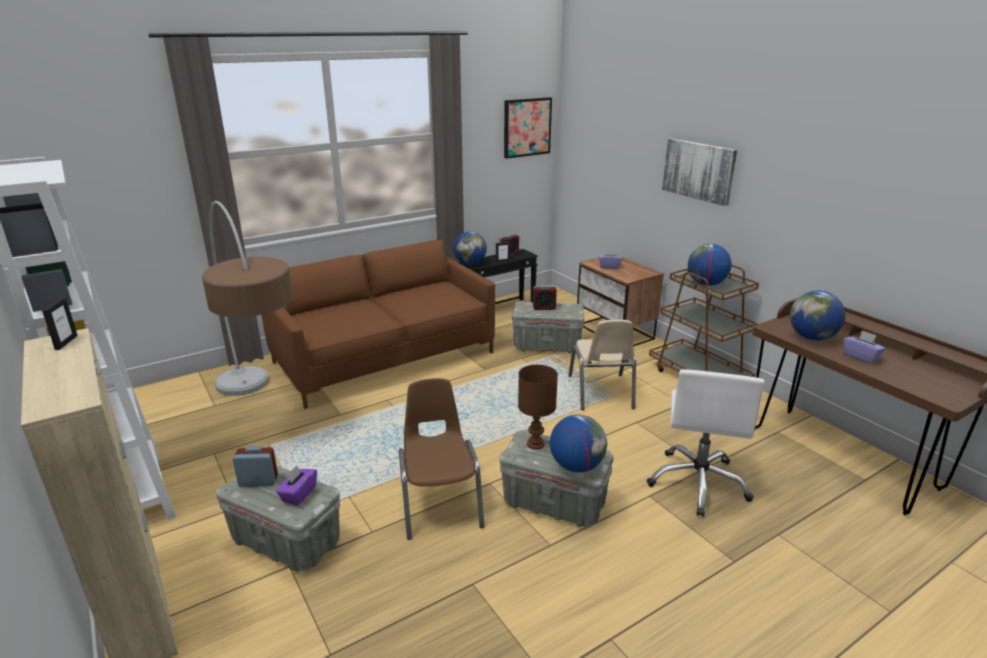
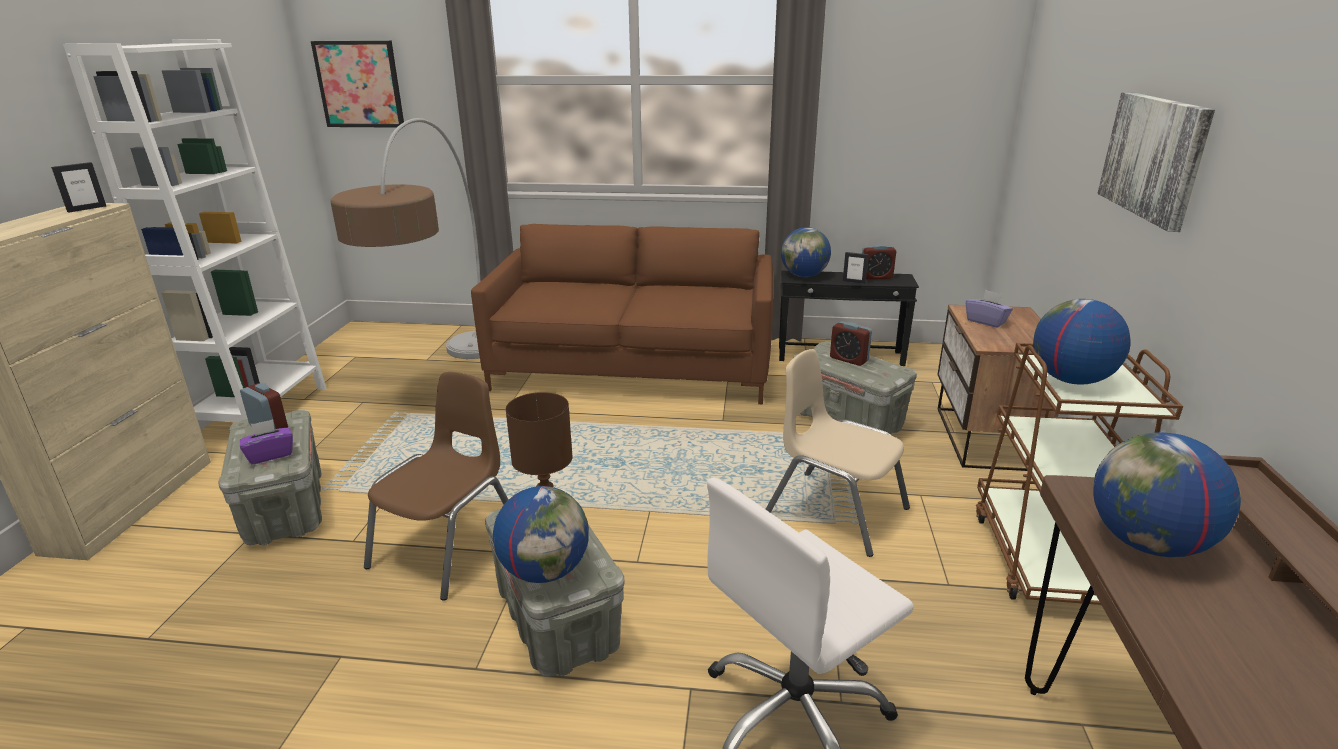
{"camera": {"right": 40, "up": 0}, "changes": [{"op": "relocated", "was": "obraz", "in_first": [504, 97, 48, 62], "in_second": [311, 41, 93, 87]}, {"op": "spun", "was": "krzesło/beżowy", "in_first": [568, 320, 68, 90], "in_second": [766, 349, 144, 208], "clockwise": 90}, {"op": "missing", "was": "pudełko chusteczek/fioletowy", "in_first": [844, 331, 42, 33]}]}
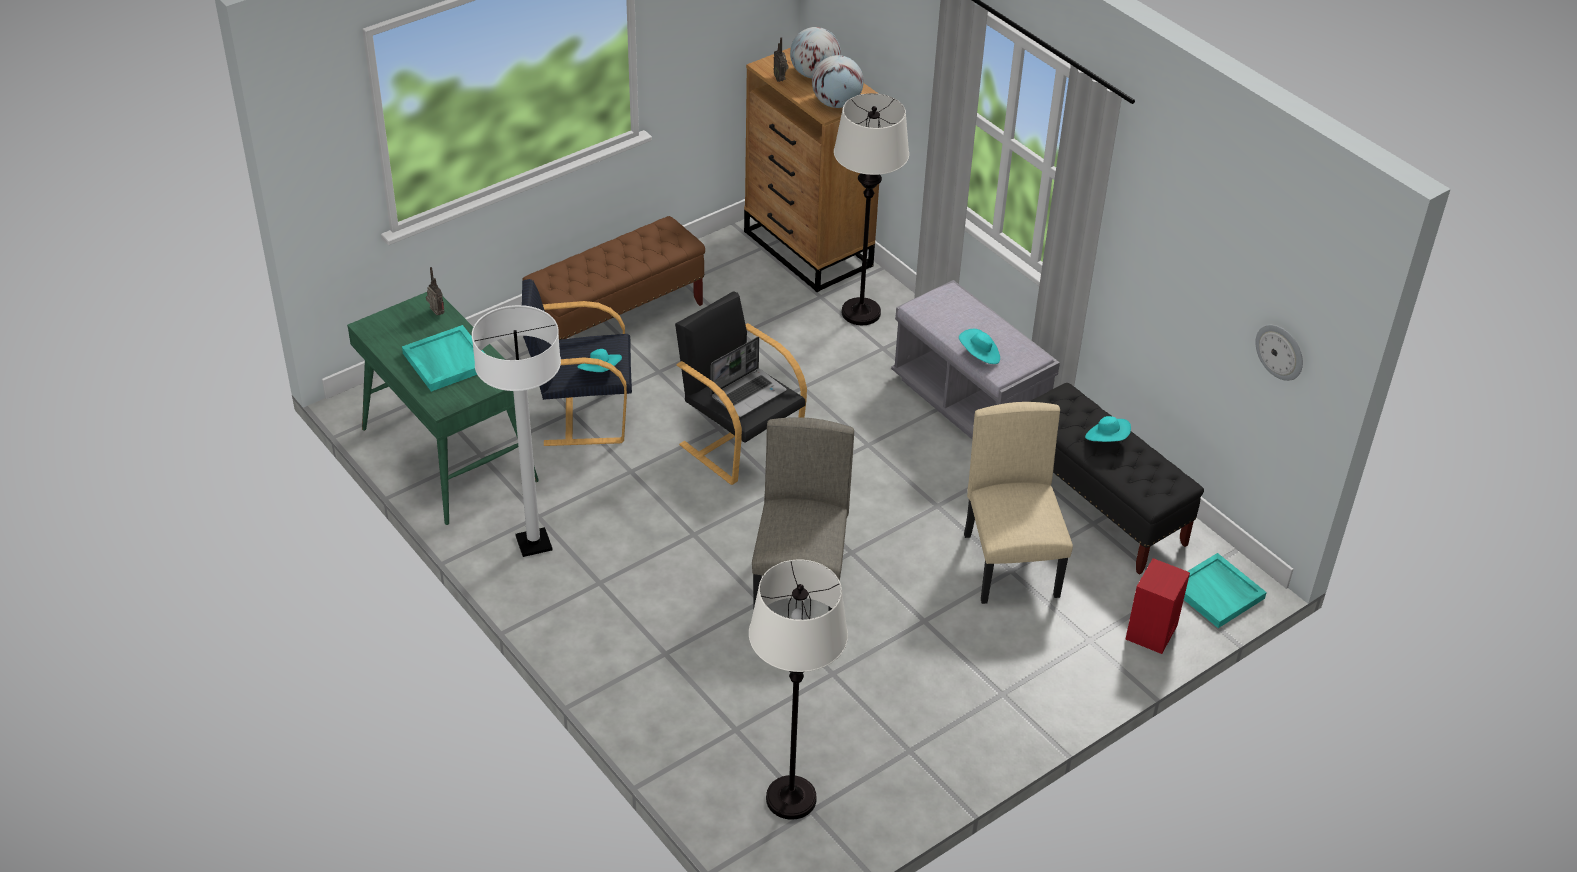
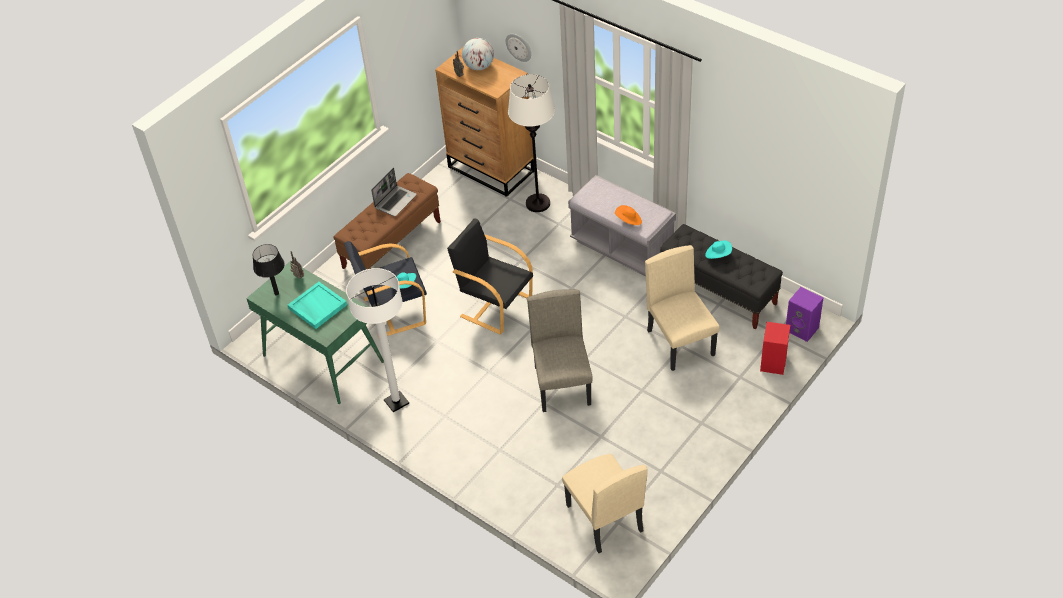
{"camera": {"right": -10, "up": 5}, "changes": [{"op": "missing", "was": "globus", "in_first": [812, 55, 52, 53]}, {"op": "relocated", "was": "zegar ścienny", "in_first": [1255, 325, 48, 56], "in_second": [506, 34, 25, 28]}, {"op": "colour", "was": "kapelusz/turkusowy", "now": "kapelusz/pomarańczowy", "in_first": [959, 329, 41, 35], "in_second": [615, 205, 27, 20]}, {"op": "relocated", "was": "laptop", "in_first": [711, 337, 76, 80], "in_second": [371, 168, 46, 49]}, {"op": "exchanged", "was": "taca/turkusowy", "now": "głośnik/fioletowy", "in_first": [1184, 553, 83, 75], "in_second": [786, 287, 37, 55]}, {"op": "exchanged", "was": "lampa stojąca/biały", "now": "krzesło/beżowy", "in_first": [749, 559, 99, 261], "in_second": [562, 454, 86, 99]}, {"op": "appeared", "now": "lampa stołowa/czarny", "in_second": [253, 244, 32, 52]}]}
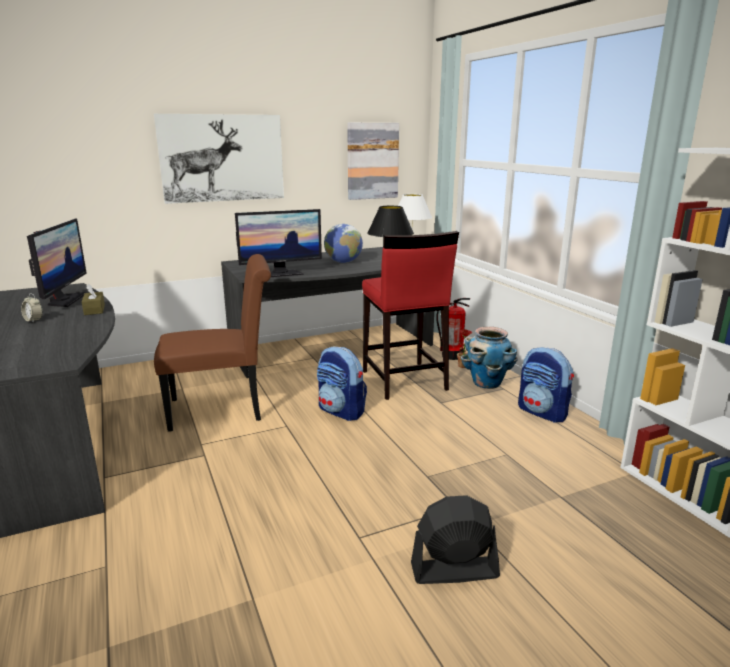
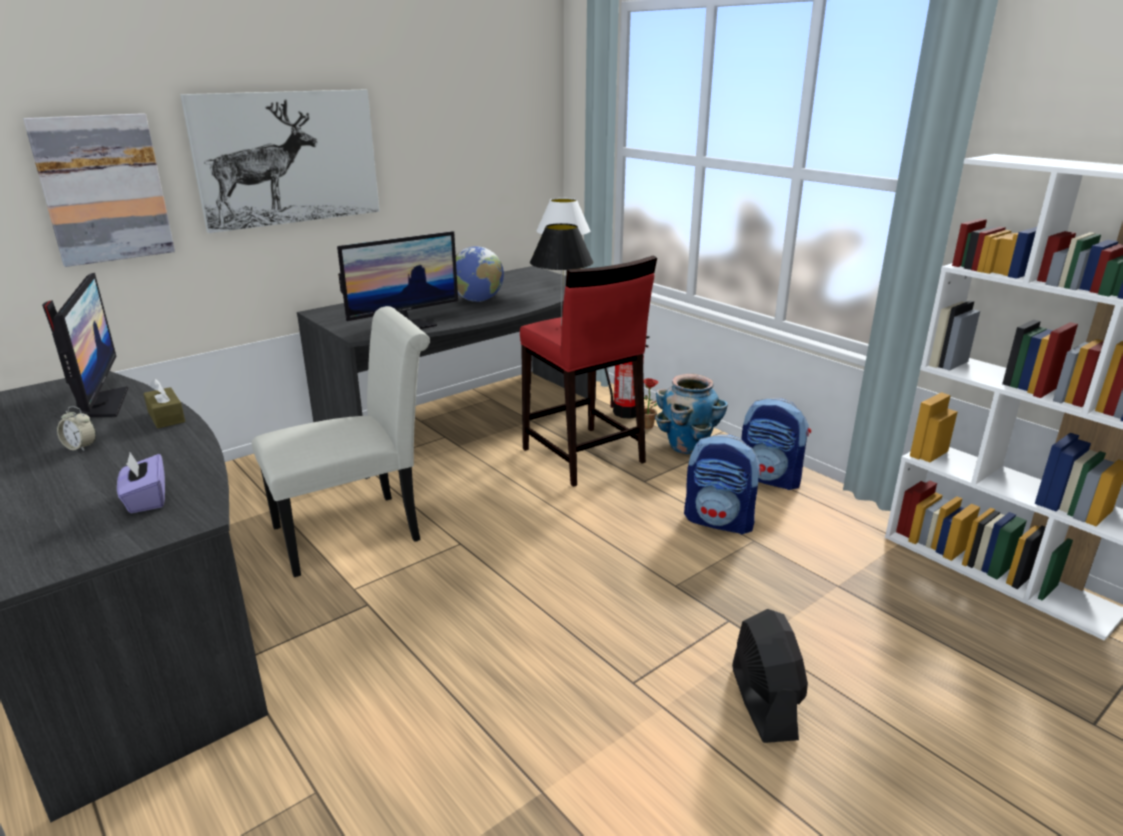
{"camera": {"right": -15, "up": 5}, "changes": [{"op": "relocated", "was": "obraz", "in_first": [347, 123, 52, 77], "in_second": [23, 113, 152, 154]}, {"op": "colour", "was": "krzesło/brązowy", "now": "krzesło/biały", "in_first": [154, 254, 117, 178], "in_second": [252, 306, 178, 271]}, {"op": "relocated", "was": "plecak", "in_first": [317, 346, 50, 75], "in_second": [684, 435, 79, 99]}, {"op": "spun", "was": "wentylator/czarny", "in_first": [411, 495, 89, 89], "in_second": [732, 609, 76, 134], "clockwise": 105}, {"op": "appeared", "now": "pudełko chusteczek/fioletowy", "in_second": [117, 453, 48, 60]}]}
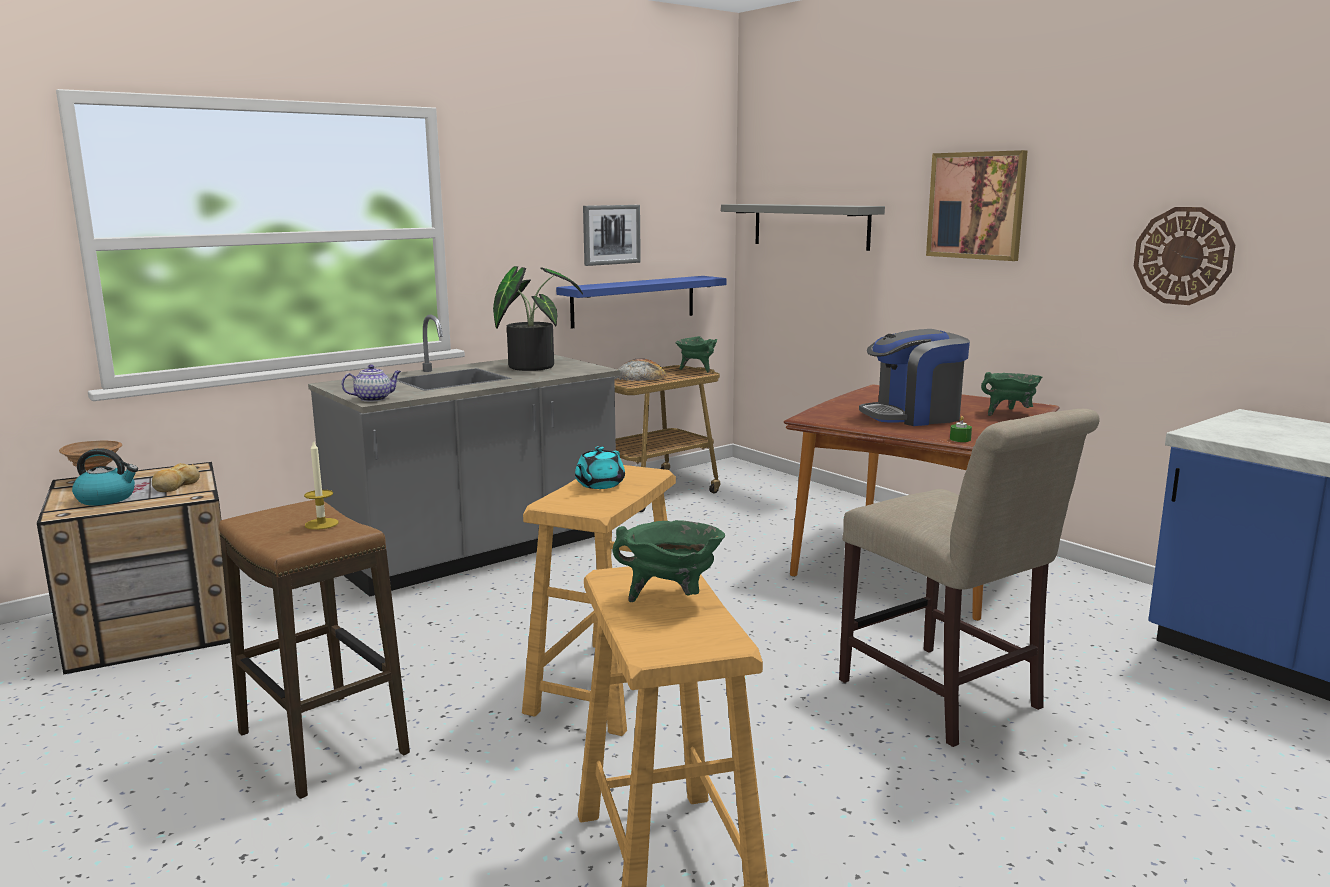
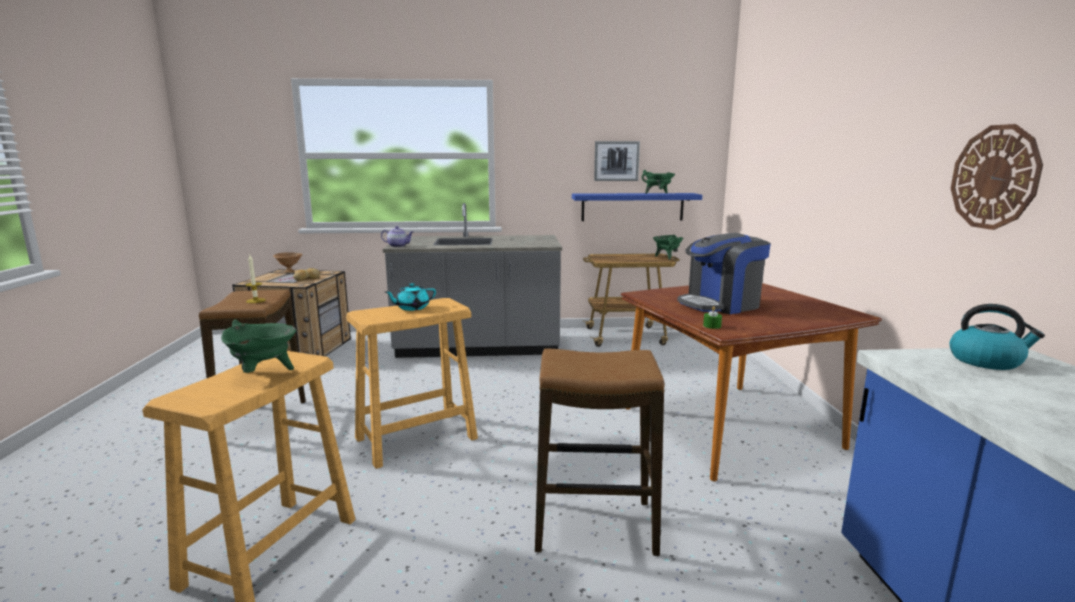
{"camera": {"right": 35, "up": 0}, "changes": [{"op": "missing", "was": "obraz", "in_first": [926, 150, 102, 111]}, {"op": "missing", "was": "półka/szary", "in_first": [721, 204, 164, 47]}, {"op": "missing", "was": "roślina doniczkowa", "in_first": [493, 266, 90, 105]}, {"op": "spun", "was": "ekspres do kawy", "in_first": [859, 329, 111, 97], "in_second": [677, 233, 94, 81], "clockwise": -45}, {"op": "missing", "was": "chleb", "in_first": [614, 359, 52, 22]}, {"op": "relocated", "was": "garnek/zielony", "in_first": [981, 372, 61, 44], "in_second": [642, 170, 33, 24]}, {"op": "exchanged", "was": "krzesło/beżowy", "now": "stołek", "in_first": [839, 409, 261, 338], "in_second": [535, 349, 130, 207]}, {"op": "relocated", "was": "czajnik", "in_first": [72, 448, 66, 58], "in_second": [950, 304, 95, 66]}]}
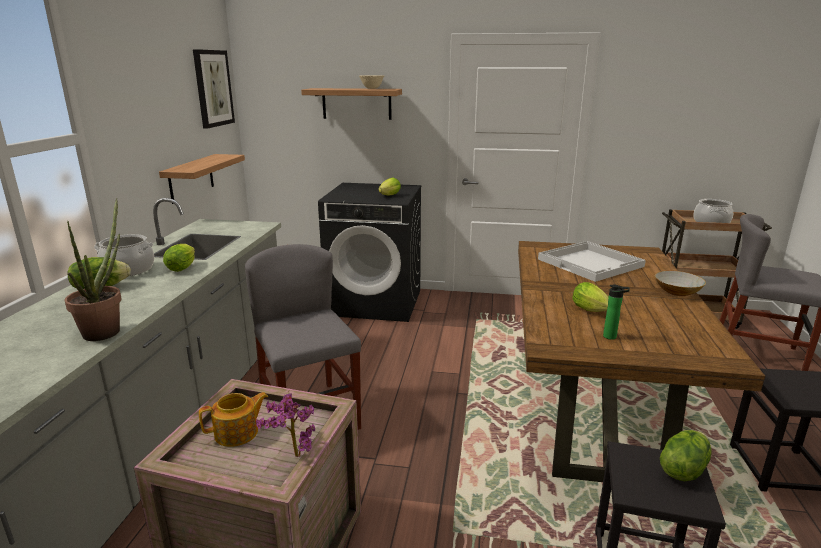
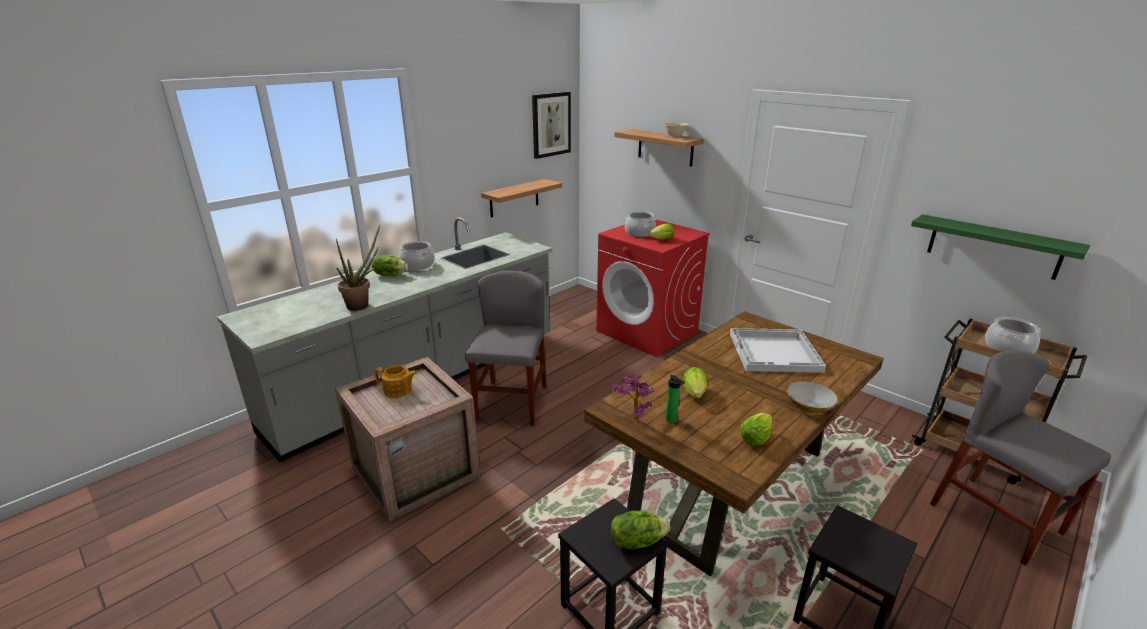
{"camera": {"right": 35, "up": 5}, "changes": [{"op": "colour", "was": "pralka/czarny", "now": "pralka/czerwony", "in_first": [318, 183, 103, 139], "in_second": [596, 219, 114, 138]}, {"op": "relocated", "was": "sałata", "in_first": [163, 244, 32, 28], "in_second": [740, 413, 32, 33]}, {"op": "relocated", "was": "roślina doniczkowa", "in_first": [256, 394, 59, 63], "in_second": [612, 374, 42, 47]}, {"op": "appeared", "now": "garnek", "in_second": [625, 211, 31, 26]}, {"op": "appeared", "now": "półka/zielony", "in_second": [911, 214, 179, 66]}]}
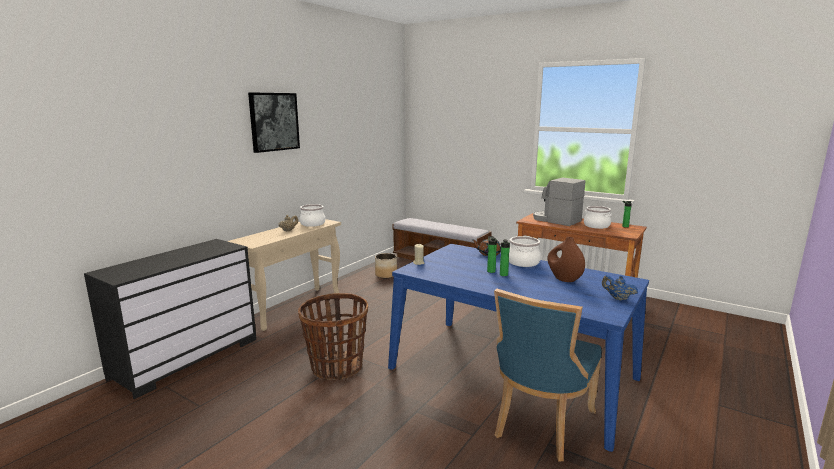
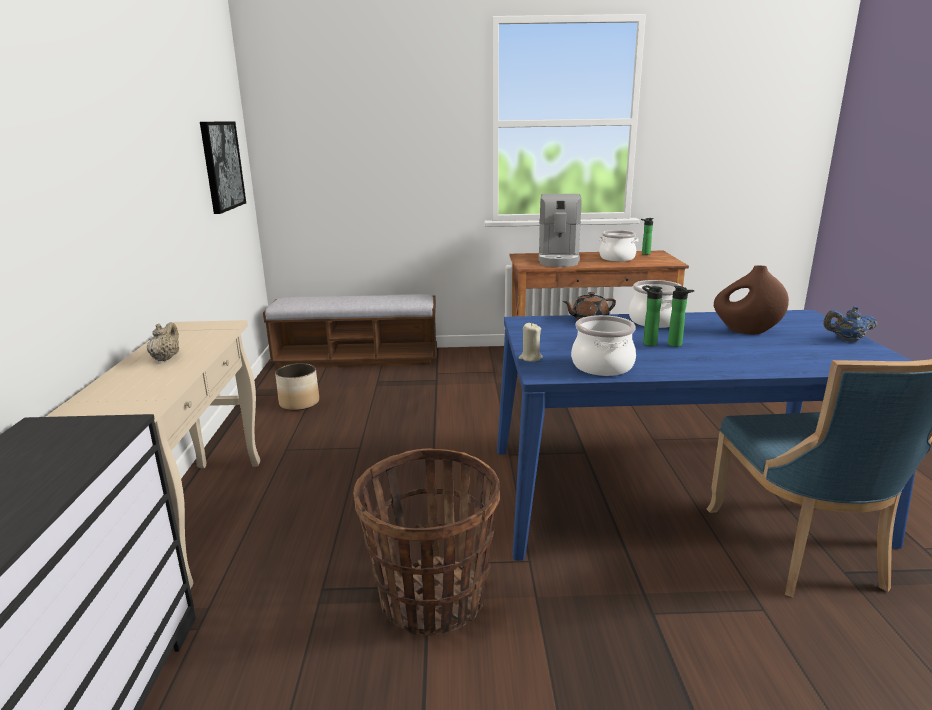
{"camera": {"right": -35, "up": 5}, "changes": [{"op": "relocated", "was": "obraz", "in_first": [248, 92, 52, 61], "in_second": [200, 122, 46, 92]}, {"op": "spun", "was": "ekspres do kawy", "in_first": [533, 178, 52, 48], "in_second": [539, 194, 43, 73], "clockwise": -90}, {"op": "relocated", "was": "garnek", "in_first": [300, 204, 25, 23], "in_second": [571, 315, 65, 61]}]}
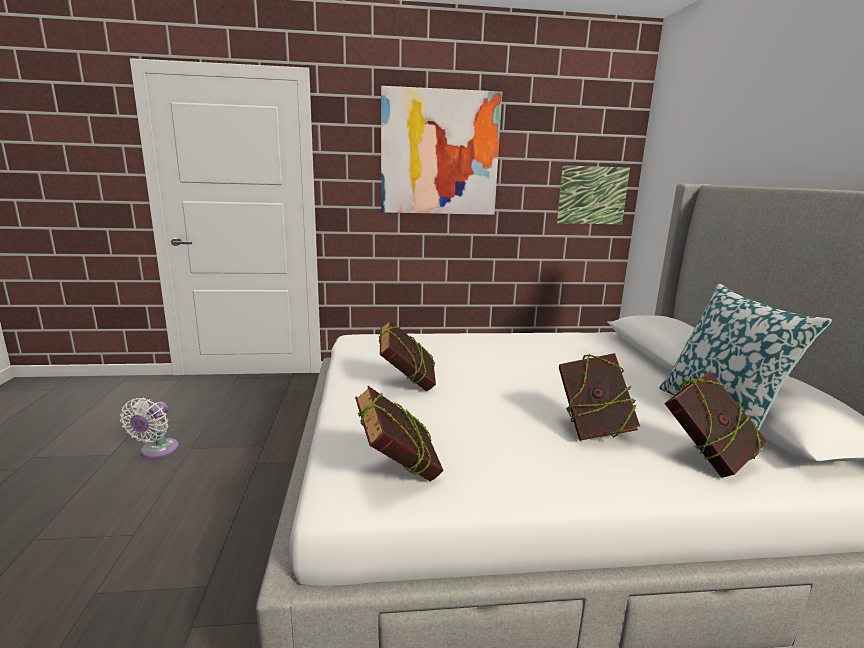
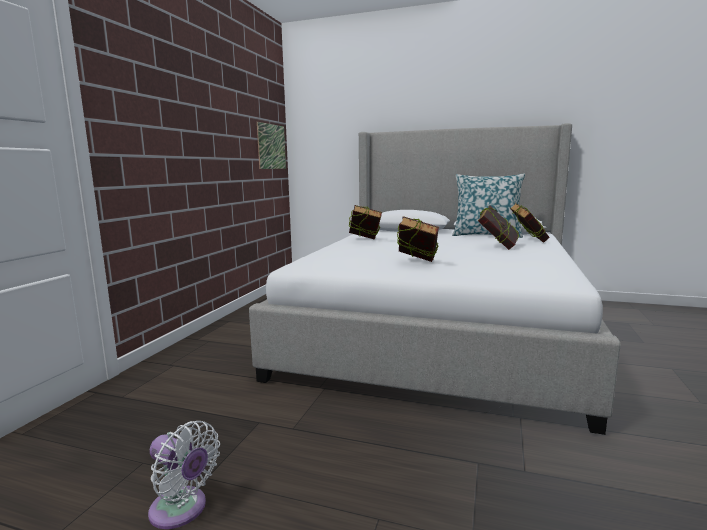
{"camera": {"right": -65, "up": -5}, "changes": [{"op": "missing", "was": "obraz", "in_first": [381, 86, 121, 129]}, {"op": "relocated", "was": "książka", "in_first": [355, 386, 89, 96], "in_second": [348, 205, 34, 35]}]}
